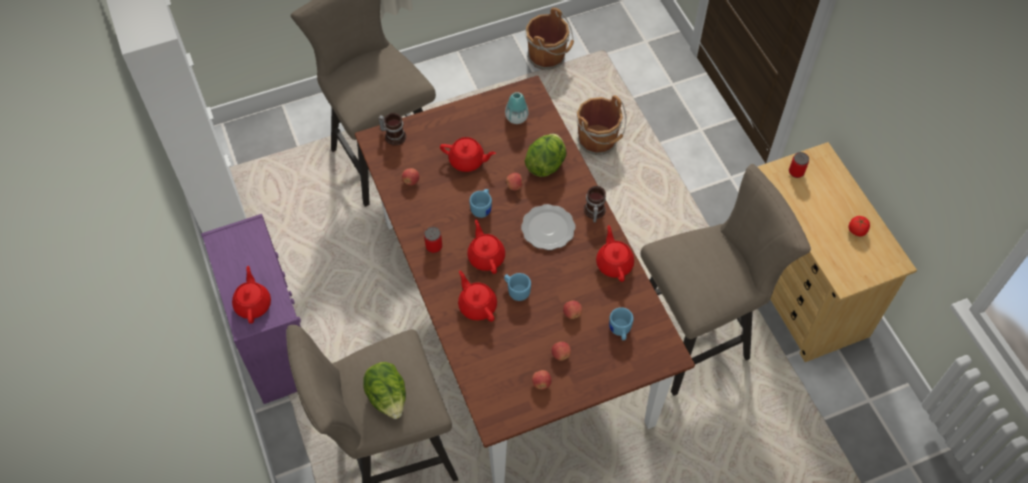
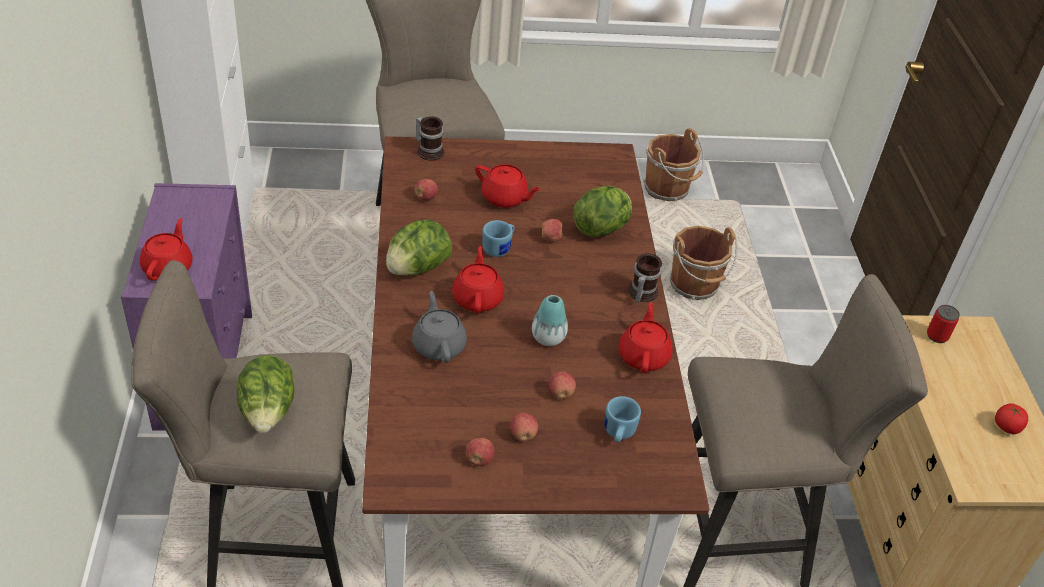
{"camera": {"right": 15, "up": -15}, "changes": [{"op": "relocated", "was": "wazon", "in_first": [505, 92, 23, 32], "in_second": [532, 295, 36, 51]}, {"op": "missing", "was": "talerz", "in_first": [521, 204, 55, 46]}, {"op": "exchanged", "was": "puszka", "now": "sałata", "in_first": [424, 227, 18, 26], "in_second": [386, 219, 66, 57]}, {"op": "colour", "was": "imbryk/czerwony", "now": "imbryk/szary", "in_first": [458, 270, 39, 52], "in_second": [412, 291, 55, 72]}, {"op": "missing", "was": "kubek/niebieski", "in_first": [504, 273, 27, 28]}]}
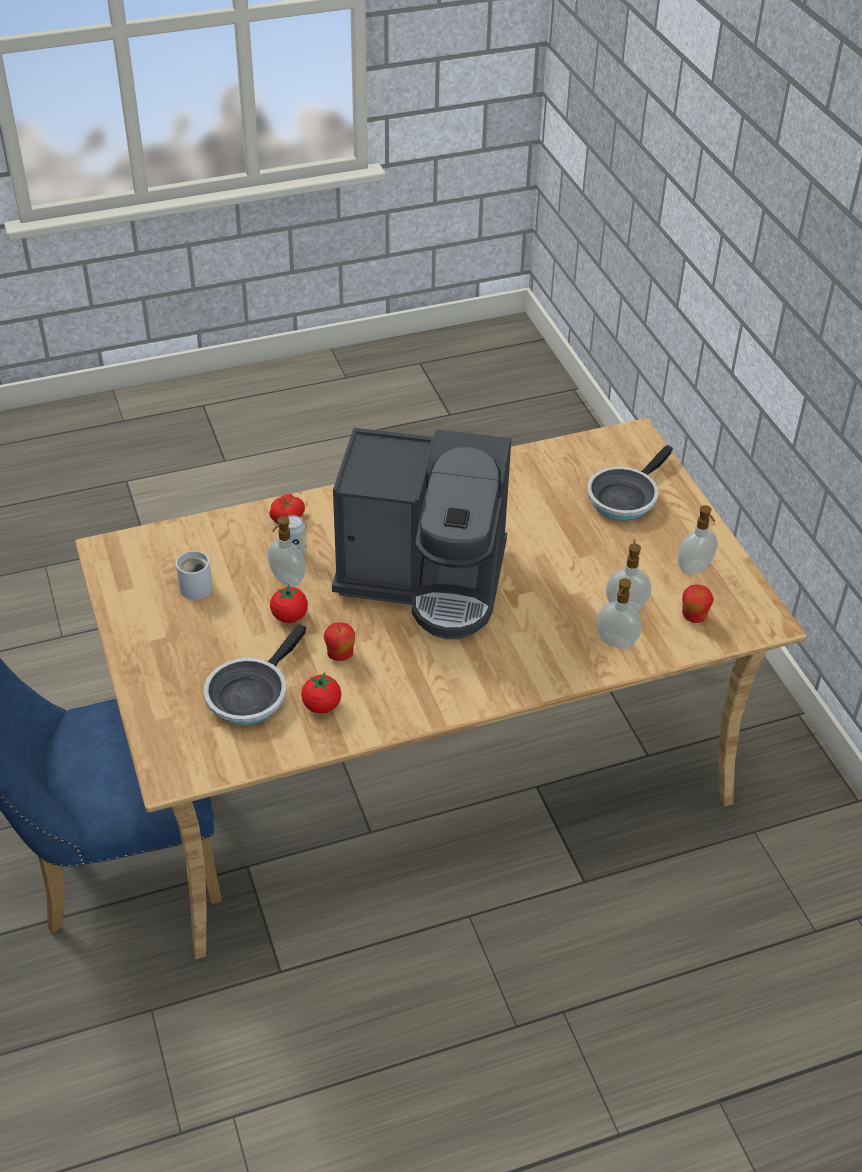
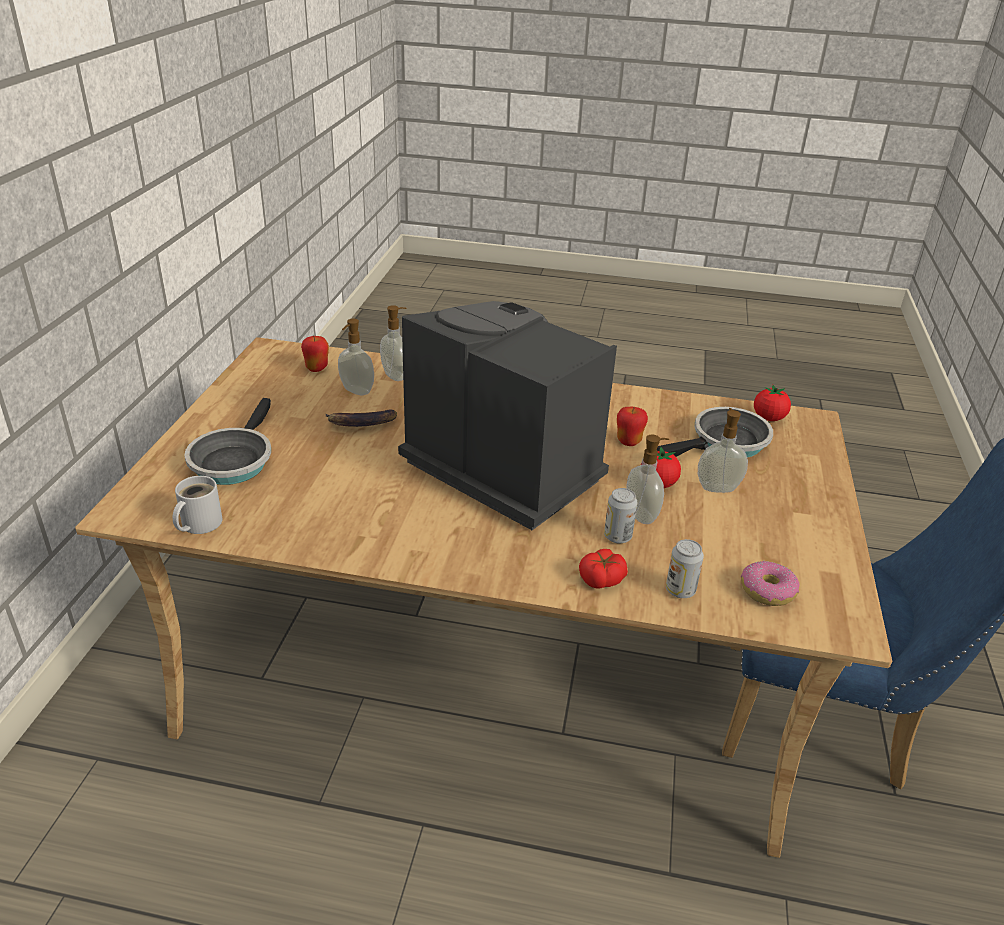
{"camera": {"right": -150, "up": -10}, "changes": [{"op": "spun", "was": "patelnia", "in_first": [587, 445, 86, 75], "in_second": [184, 398, 87, 87], "clockwise": 120}, {"op": "relocated", "was": "dozownik mydła", "in_first": [678, 505, 40, 70], "in_second": [698, 408, 50, 85]}, {"op": "relocated", "was": "kubek/biały", "in_first": [176, 550, 36, 50], "in_second": [173, 476, 49, 58]}, {"op": "relocated", "was": "pomidor", "in_first": [301, 672, 40, 42], "in_second": [754, 385, 37, 36]}, {"op": "appeared", "now": "banan", "in_second": [326, 410, 71, 17]}, {"op": "appeared", "now": "puszka", "in_second": [666, 539, 38, 59]}, {"op": "appeared", "now": "donut", "in_second": [741, 561, 59, 45]}]}
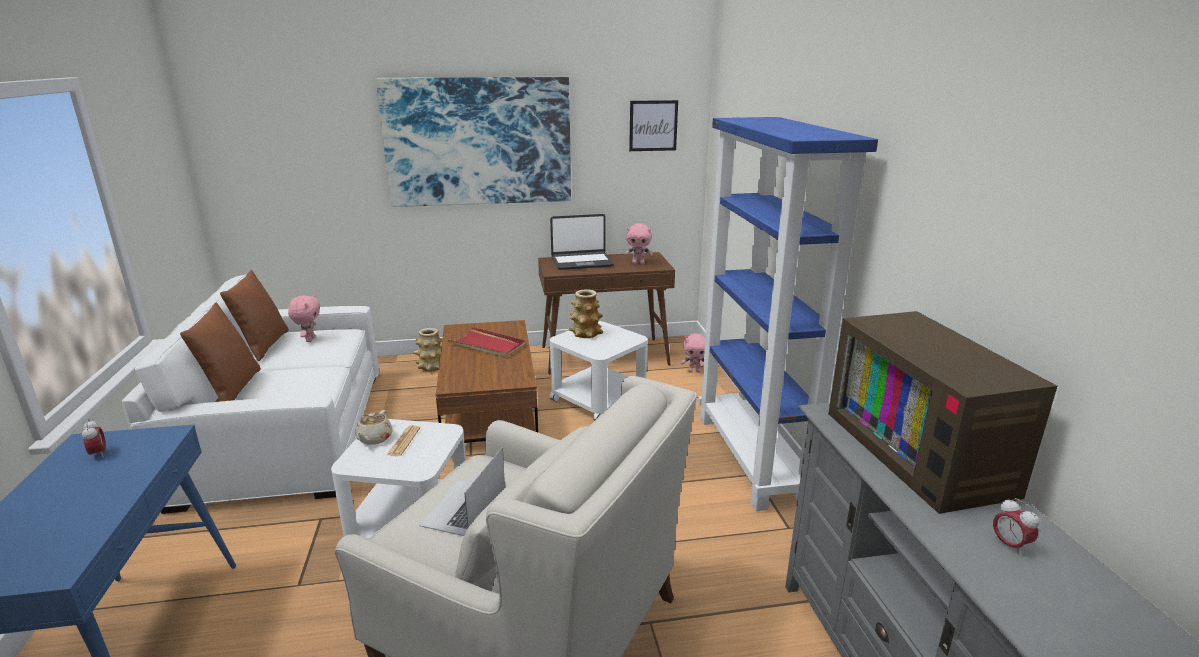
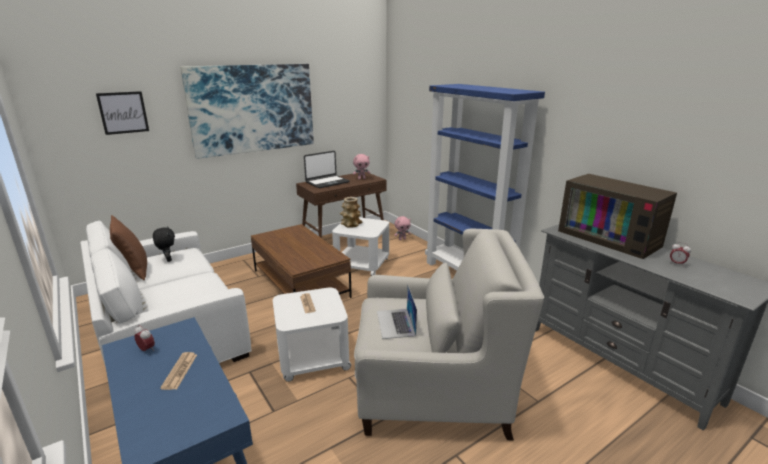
{"camera": {"right": -25, "up": 0}, "changes": [{"op": "relocated", "was": "obraz", "in_first": [629, 100, 49, 51], "in_second": [96, 91, 53, 44]}, {"op": "colour", "was": "pluszak/różowy", "now": "pluszak/czarny", "in_first": [288, 295, 32, 47], "in_second": [153, 226, 22, 36]}, {"op": "missing", "was": "poduszka/brązowy", "in_first": [180, 303, 81, 98]}, {"op": "missing", "was": "taca/czerwony", "in_first": [448, 327, 77, 31]}, {"op": "missing", "was": "wazon", "in_first": [413, 328, 29, 44]}, {"op": "missing", "was": "imbryk/beżowy", "in_first": [355, 410, 38, 35]}, {"op": "appeared", "now": "gazeta", "in_second": [160, 352, 37, 38]}]}
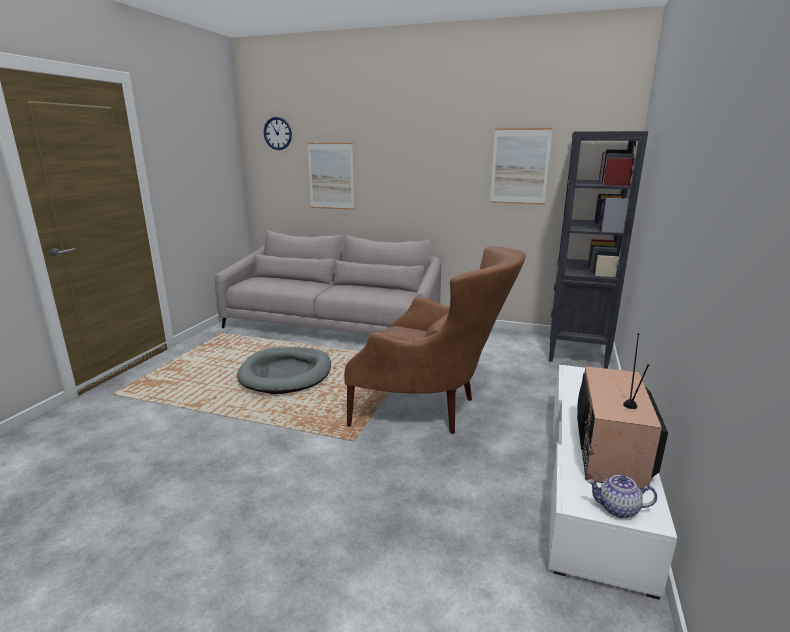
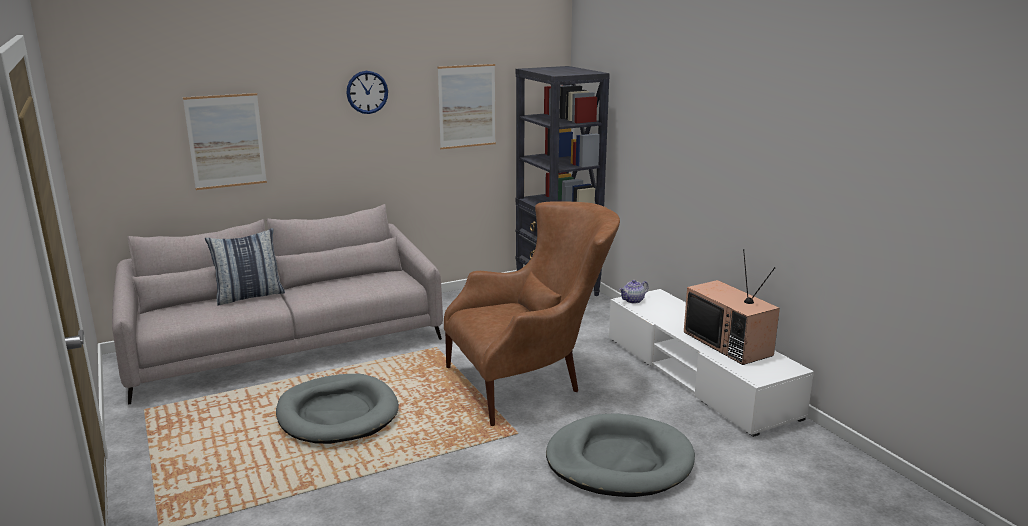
{"camera": {"right": -45, "up": 0}, "changes": [{"op": "relocated", "was": "zegar ścienny", "in_first": [264, 117, 28, 33], "in_second": [346, 71, 42, 43]}, {"op": "relocated", "was": "imbryk", "in_first": [588, 475, 69, 43], "in_second": [619, 280, 30, 24]}, {"op": "appeared", "now": "poduszka", "in_second": [205, 228, 80, 78]}, {"op": "appeared", "now": "legowisko/szary", "in_second": [546, 413, 149, 84]}]}
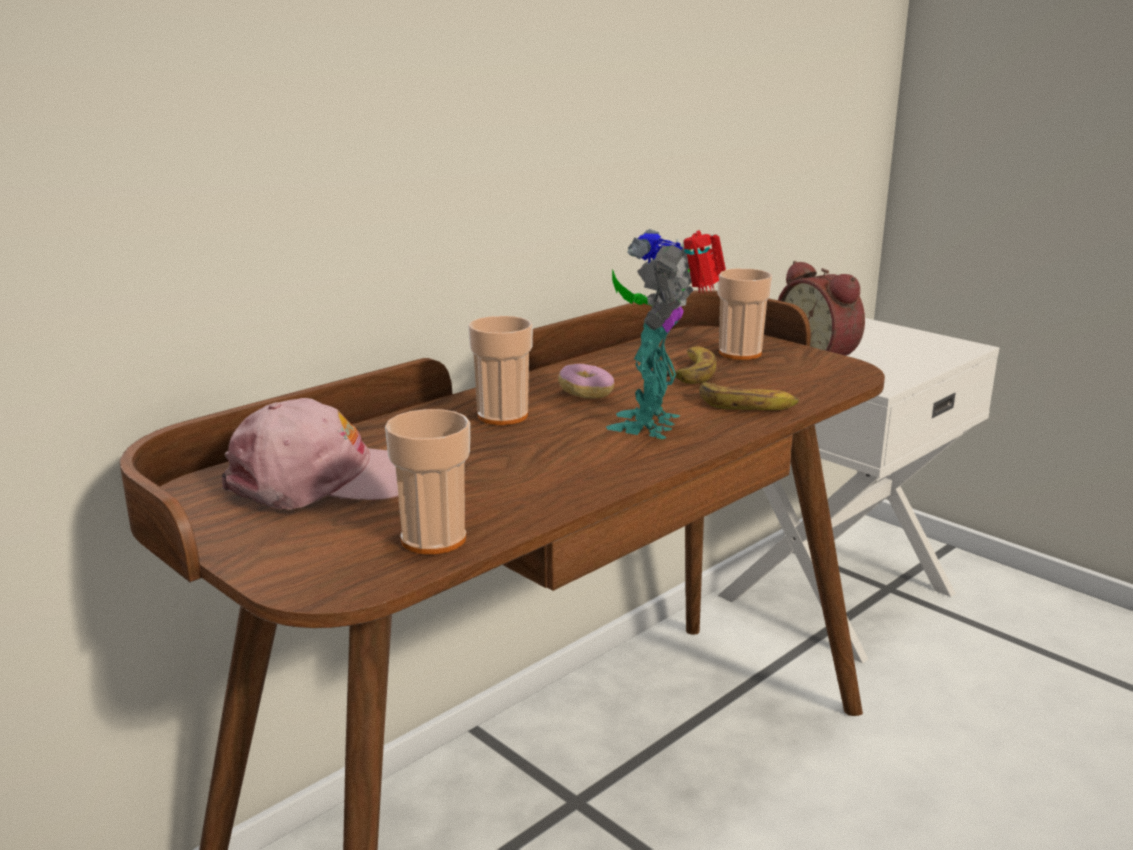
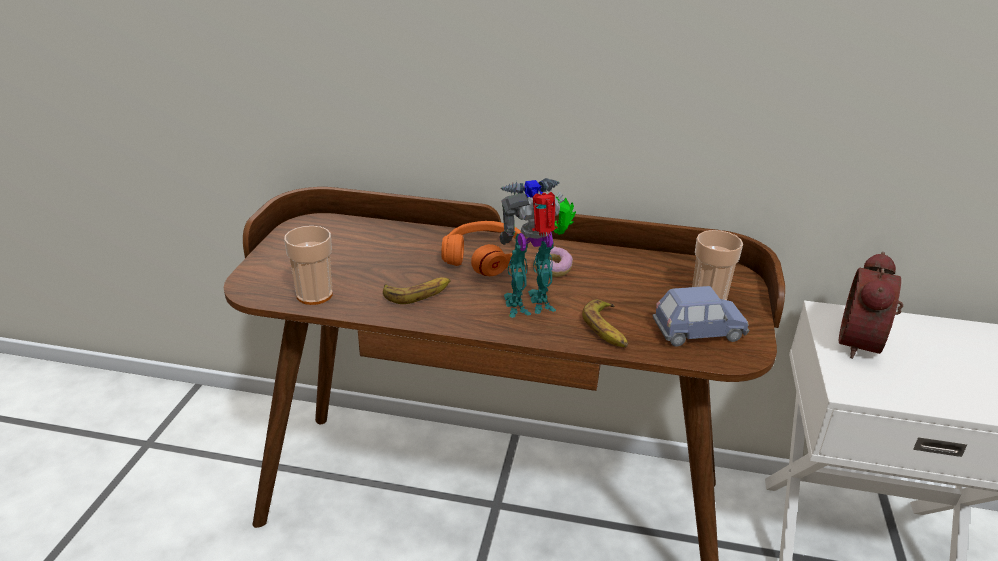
{"camera": {"right": 55, "up": 10}, "changes": [{"op": "exchanged", "was": "filiżanka", "now": "słuchawki/pomarańczowy", "in_first": [468, 316, 65, 109], "in_second": [441, 221, 80, 55]}, {"op": "relocated", "was": "banan", "in_first": [667, 346, 49, 38], "in_second": [383, 277, 68, 27]}, {"op": "missing", "was": "czapka z daszkiem/różowy", "in_first": [222, 398, 176, 112]}, {"op": "appeared", "now": "samochodzik/niebieski", "in_second": [652, 286, 97, 61]}]}
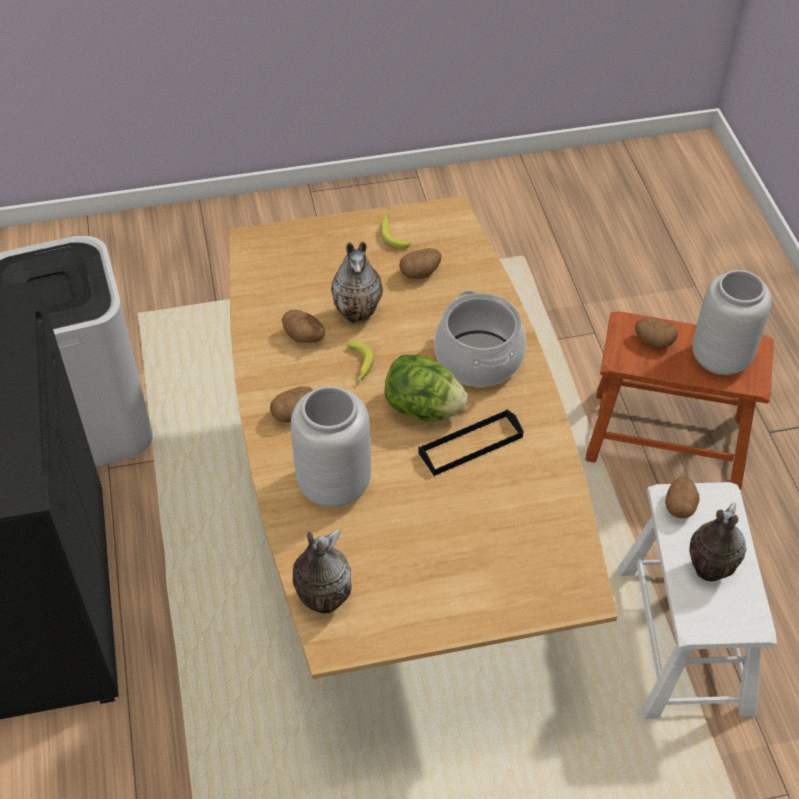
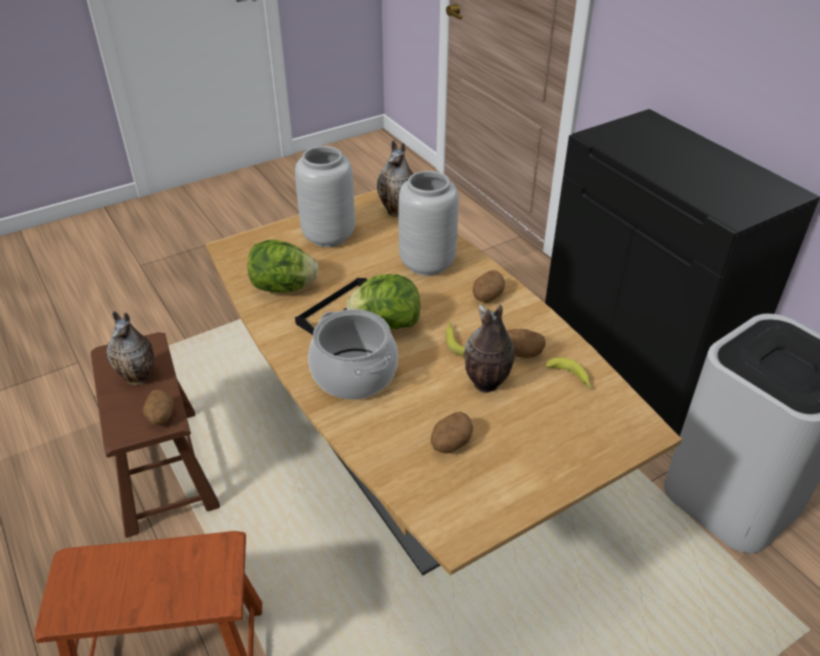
{"camera": {"right": 160, "up": -10}, "changes": [{"op": "relocated", "was": "banan", "in_first": [381, 213, 30, 36], "in_second": [546, 357, 46, 31]}, {"op": "relocated", "was": "wazon/szary", "in_first": [692, 270, 80, 105], "in_second": [295, 146, 60, 101]}, {"op": "missing", "was": "ziemniak", "in_first": [635, 318, 43, 29]}, {"op": "colour", "was": "stołek/biały", "now": "stołek/brązowy", "in_first": [618, 482, 159, 237], "in_second": [91, 332, 129, 206]}, {"op": "appeared", "now": "sałata", "in_second": [248, 240, 71, 52]}]}
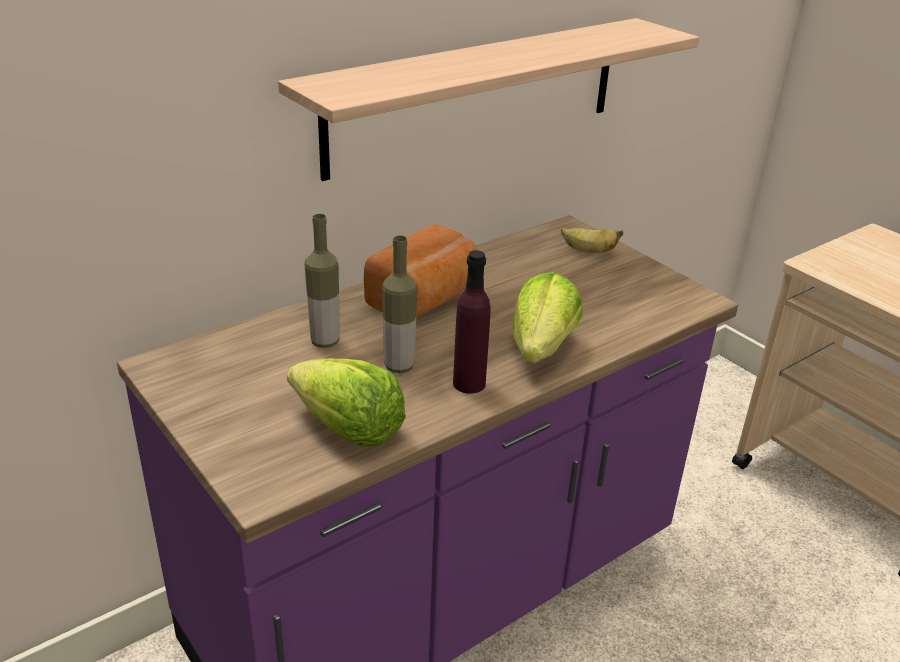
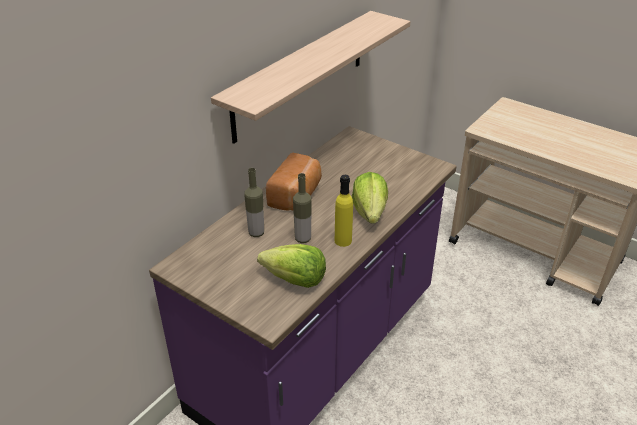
{"camera": {"right": -15, "up": 5}, "changes": [{"op": "missing", "was": "banan", "in_first": [561, 228, 62, 25]}, {"op": "colour", "was": "butelka/fioletowy", "now": "butelka/żółty", "in_first": [453, 250, 38, 144], "in_second": [335, 175, 18, 72]}]}
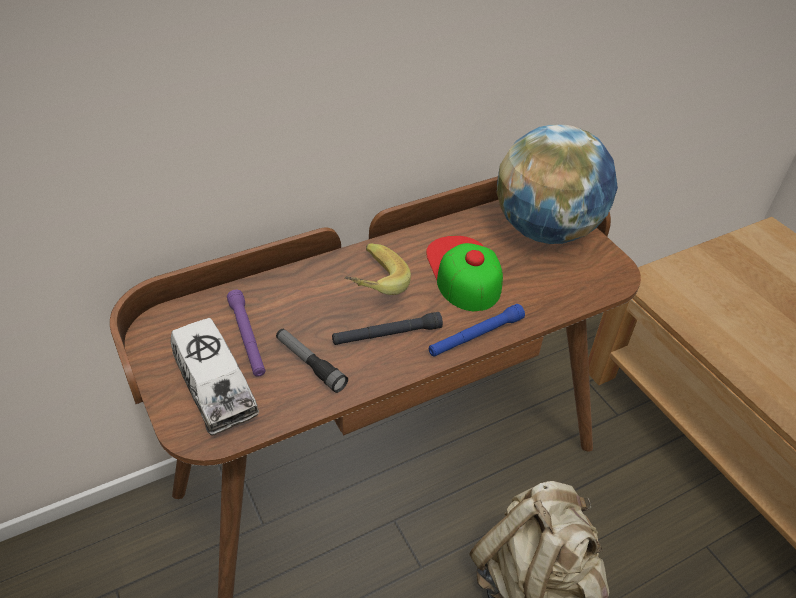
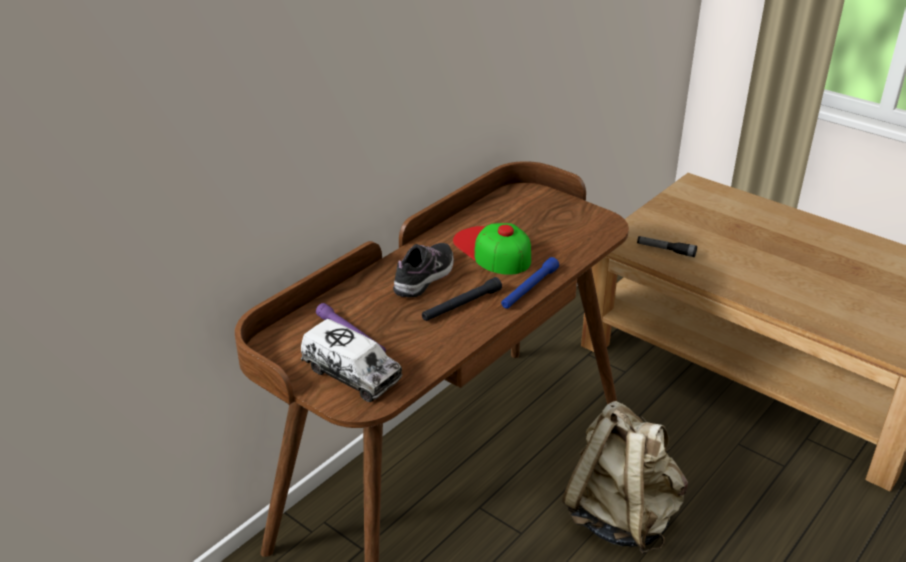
{"camera": {"right": -20, "up": -10}, "changes": [{"op": "missing", "was": "globus", "in_first": [497, 125, 121, 119]}, {"op": "exchanged", "was": "banan", "now": "but", "in_first": [344, 243, 67, 52], "in_second": [393, 243, 61, 55]}, {"op": "relocated", "was": "latarka", "in_first": [276, 329, 72, 64], "in_second": [637, 236, 60, 21]}]}
